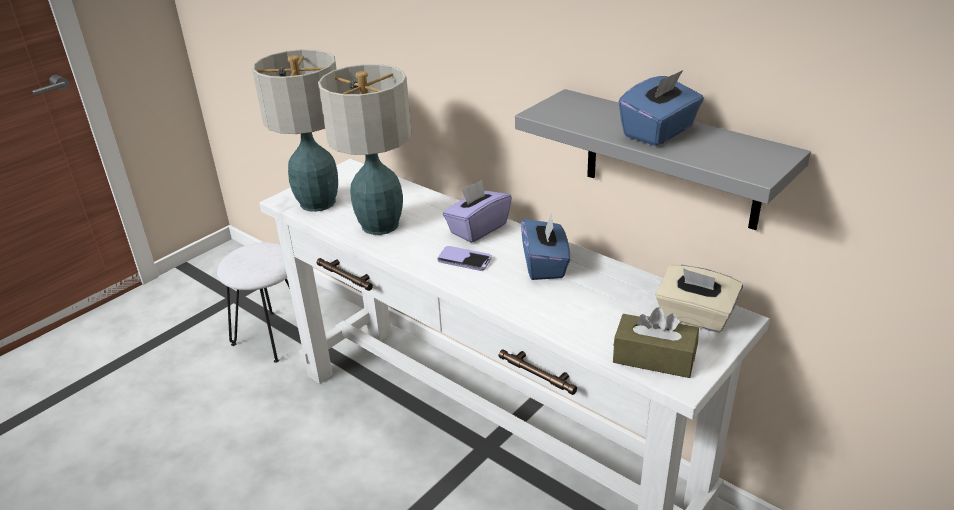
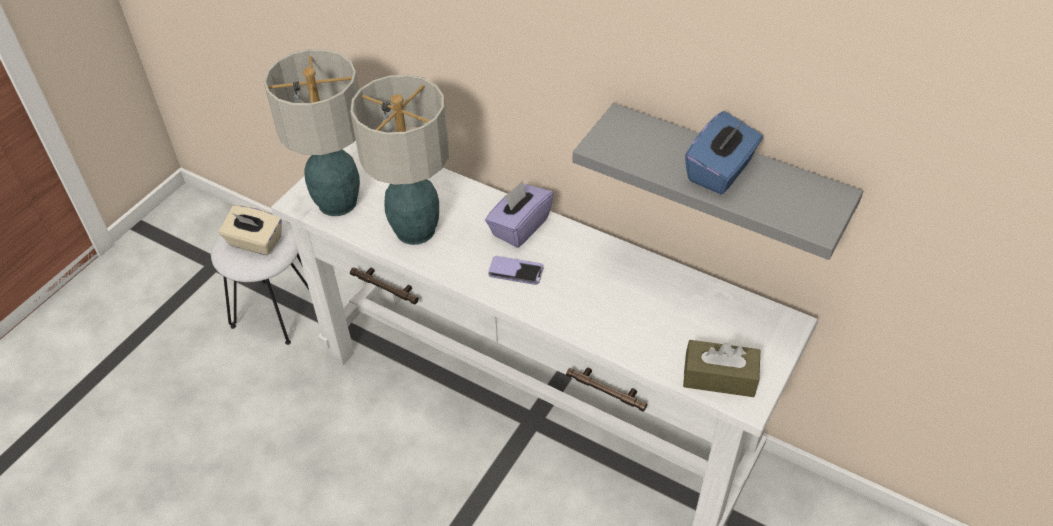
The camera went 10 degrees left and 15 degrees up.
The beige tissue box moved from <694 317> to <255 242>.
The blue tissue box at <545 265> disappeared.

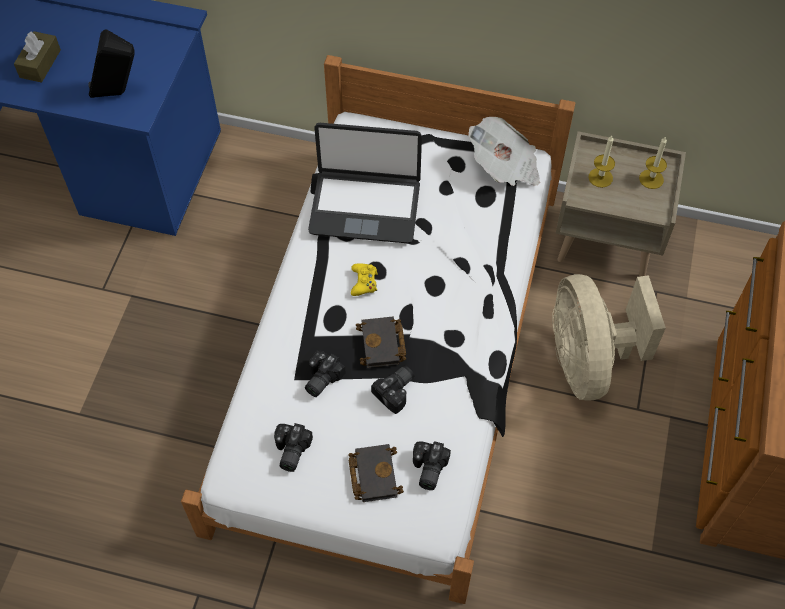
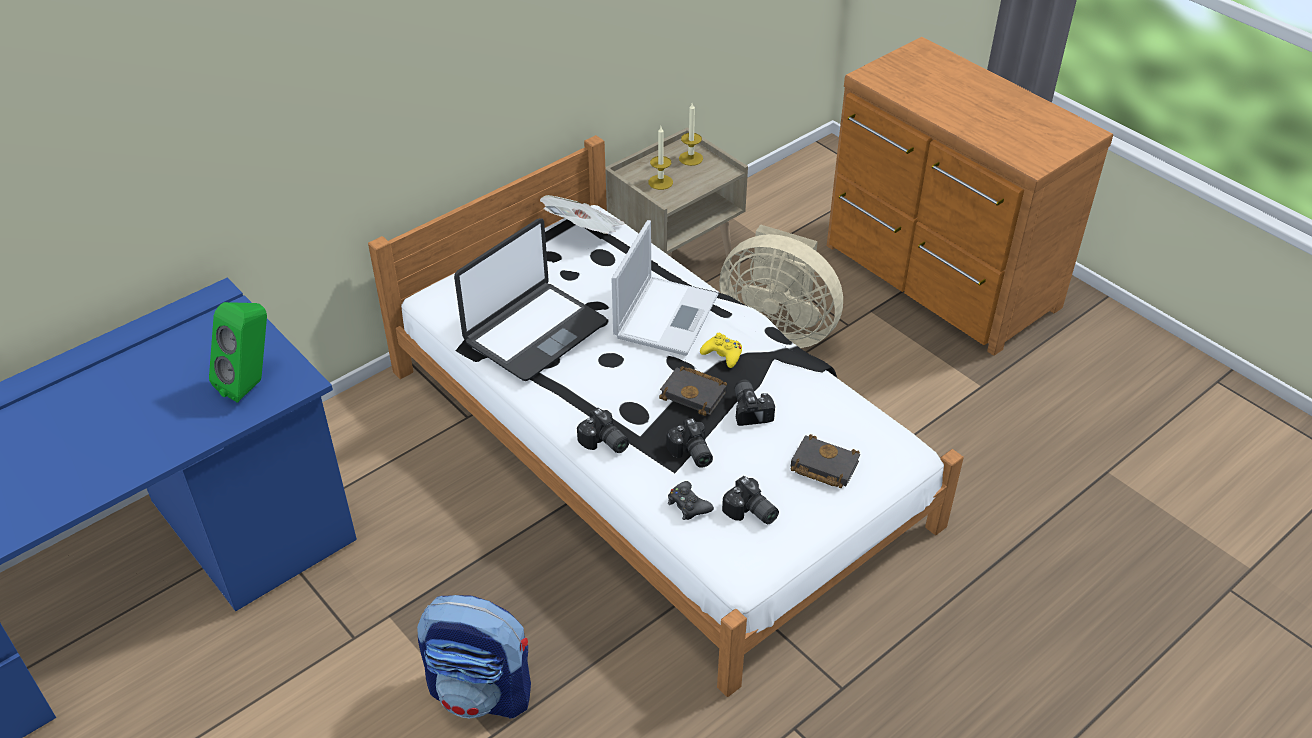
The camera went 55 degrees left and 15 degrees down.
The black speaker at <118 92> became the green speaker at <252 384>.
The backpack at <482 691> appeared.
The photo camera moved from <427 470> to <604 443>.
The laptop at <666 315> appeared.
The black game controller at <688 505> appeared.
The yellow game controller moved from <364 282> to <723 354>.
The brown tissue box at <40 63> disappeared.

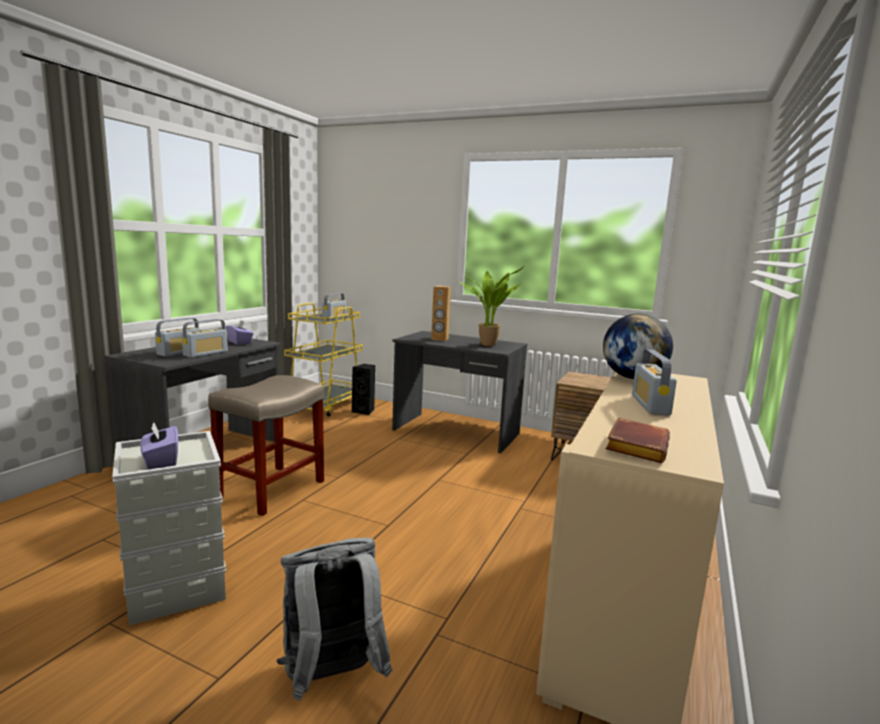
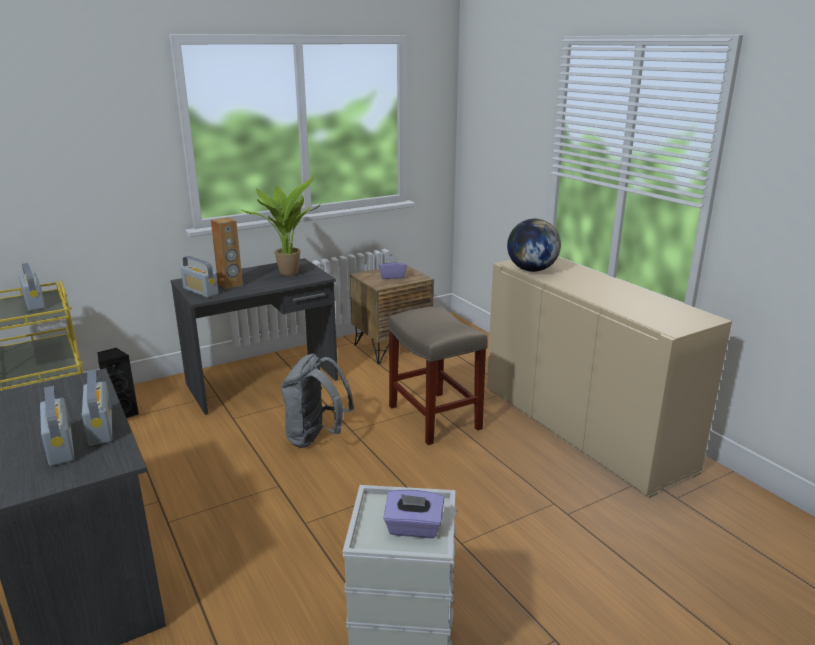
The camera went 55 degrees left and 10 degrees up.
The radio moved from <650 405> to <201 291>.
The grey backpack moved from <331 678> to <316 438>.
The purple tissue box moved from <240 342> to <392 276>.
The beige stool moved from <270 490> to <435 418>.
The brown book at <635 446> disappeared.

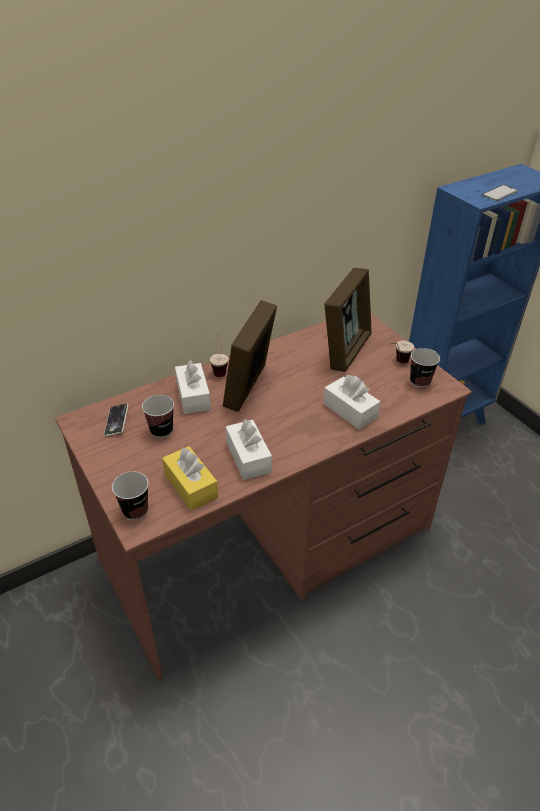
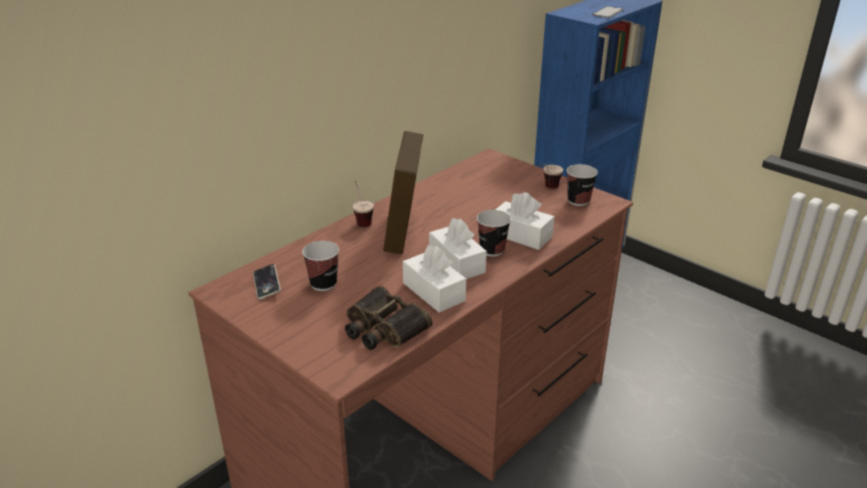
The camera went 15 degrees left and 10 degrees down.
The yellow tissue box at <191 486> was replaced by the binoculars at <382 328>.
The white tissue box moved from <193 396> to <456 263>.
The cup moved from <135 510> to <492 250>.
The picture frame at <346 350> disappeared.

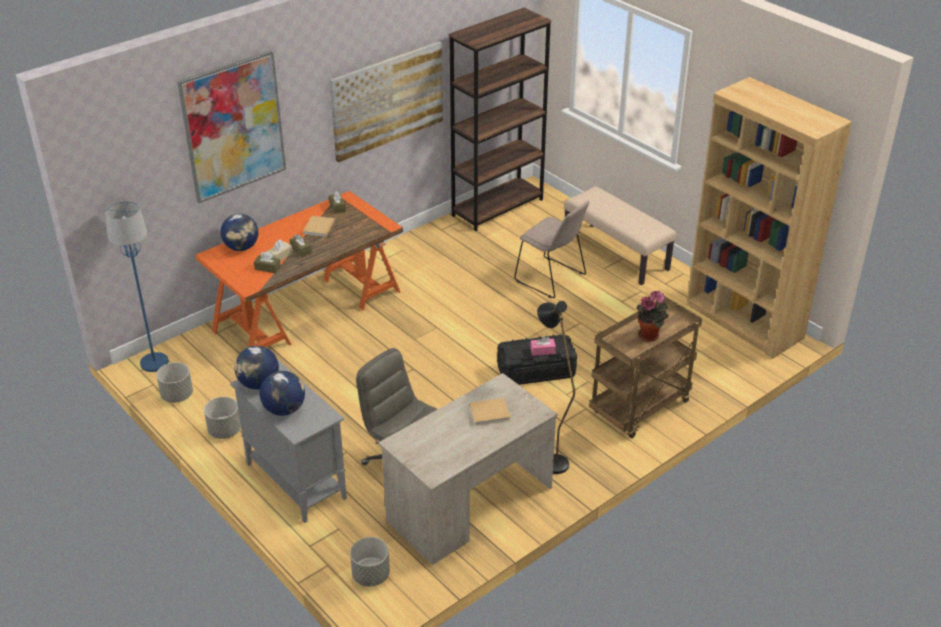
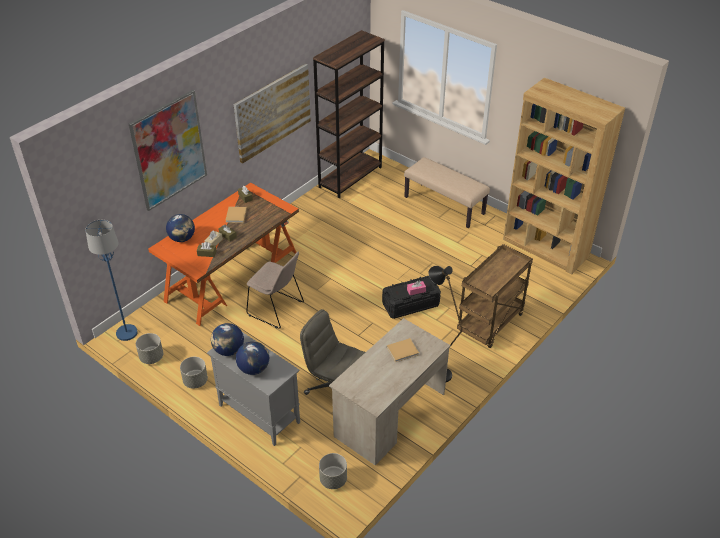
The camera went 10 degrees left and 5 degrees up.
The beige chair moved from <552 279> to <277 309>.
The potted plant at <650 335> disappeared.

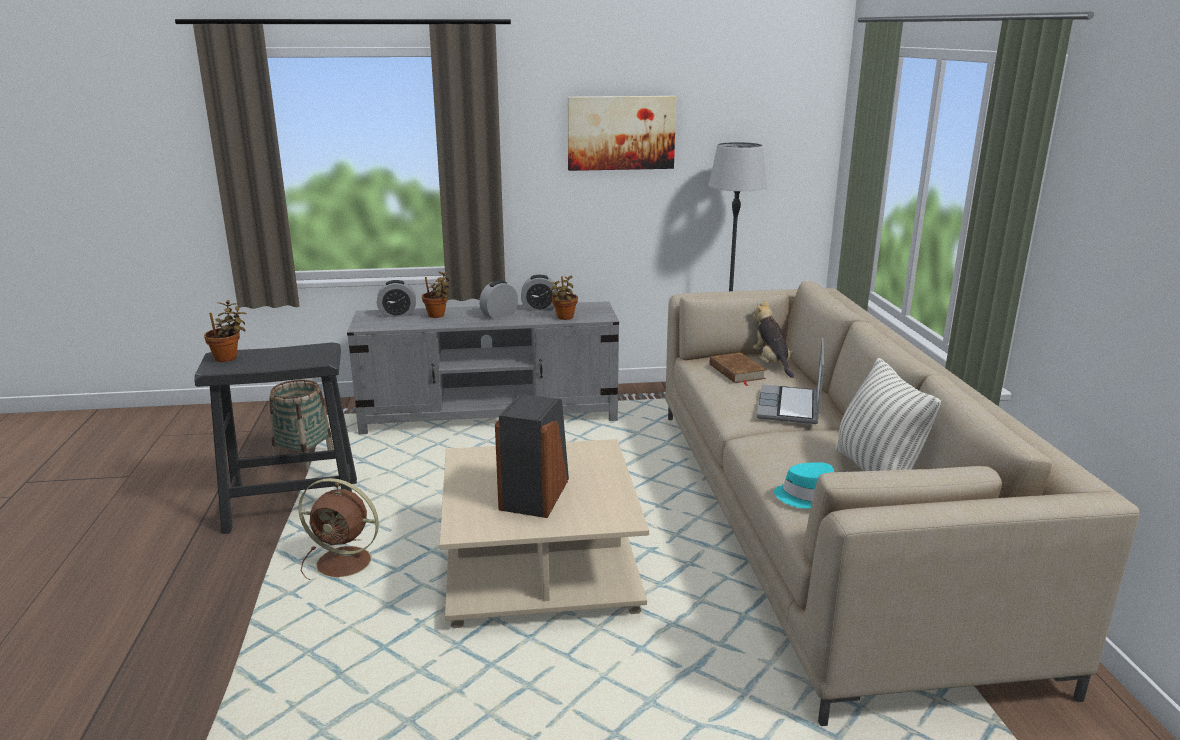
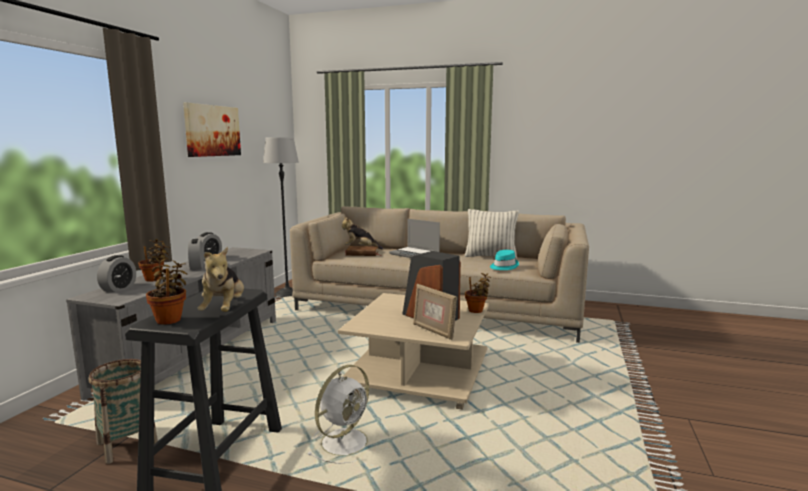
The camera went 65 degrees left and 10 degrees down.
The plush toy at <224 310> appeared.
The brown fan at <346 563> became the white fan at <346 441>.
The picture frame at <433 331> appeared.
The potted plant moved from <564 318> to <477 311>.

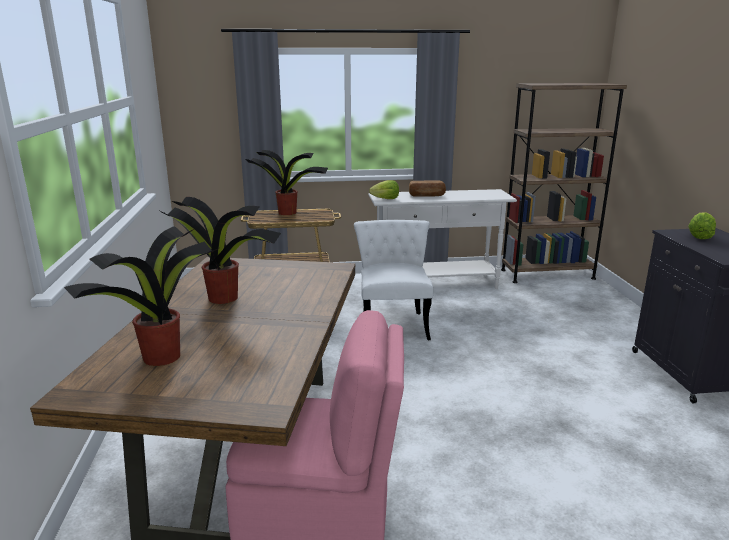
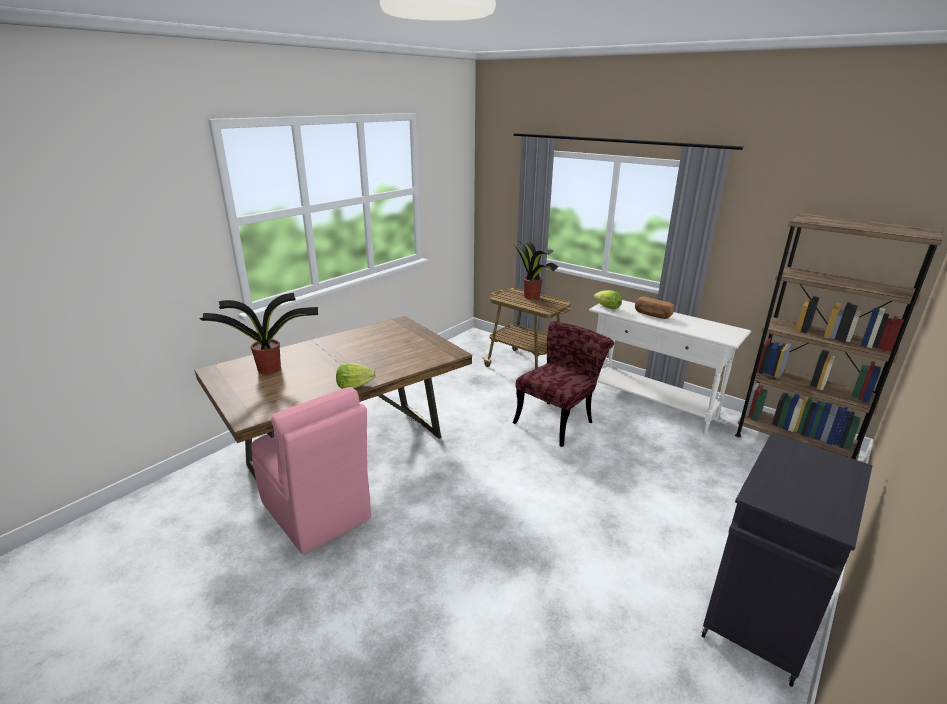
The camera went 45 degrees right and 5 degrees up.
The lettuce moved from <699 236> to <354 385>.
The white chair at <393 322> became the red chair at <558 419>.
The potted plant at <224 298> disappeared.

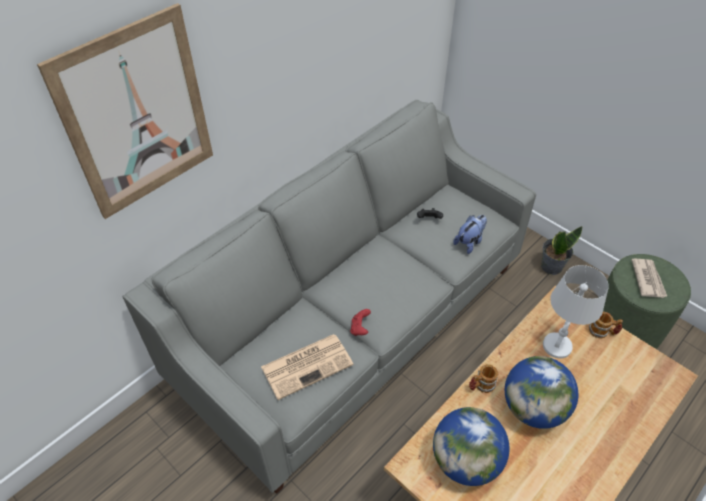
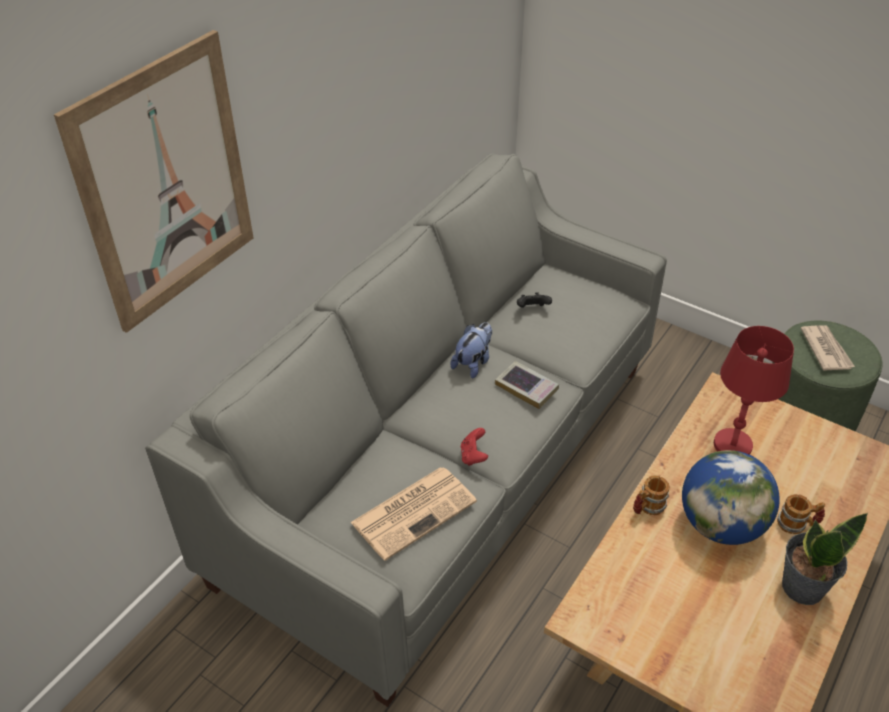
The camera went 10 degrees left and 5 degrees down.
The plush toy moved from <469 242> to <473 363>.
The book at <526 388> appeared.
The white table lamp at <557 346> became the red table lamp at <733 445>.
The mug moved from <602 332> to <797 524>.
The potted plant moved from <551 266> to <802 586>.
The globe at <465 460> disappeared.

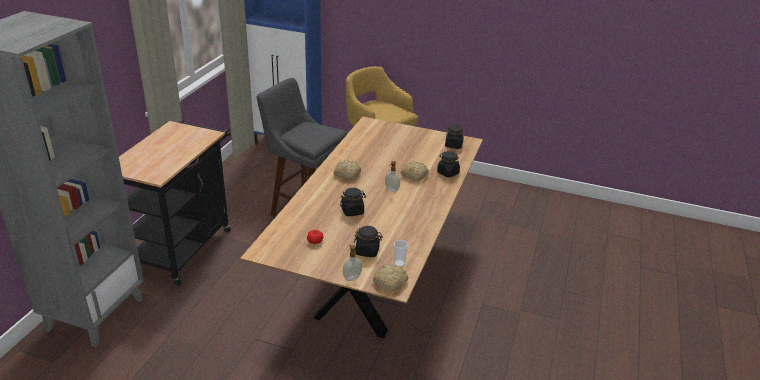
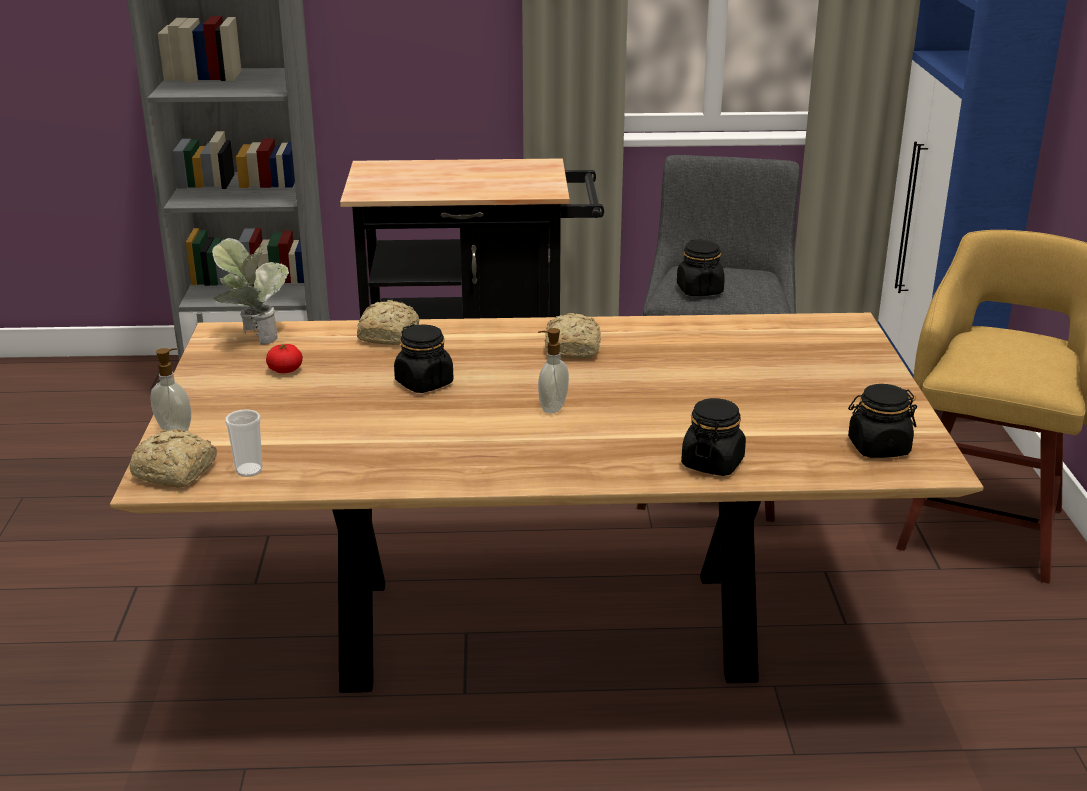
The camera went 70 degrees right and 5 degrees down.
The potted plant at <254 337> appeared.
The bread moved from <414 175> to <390 334>.
The black jar moved from <367 251> to <700 290>.

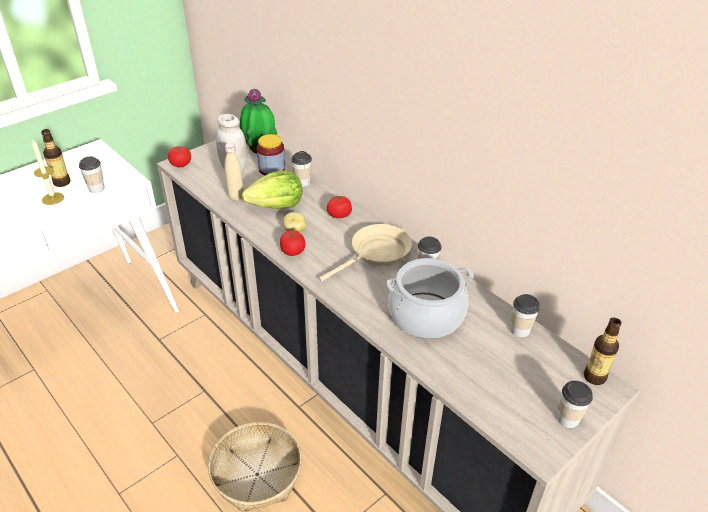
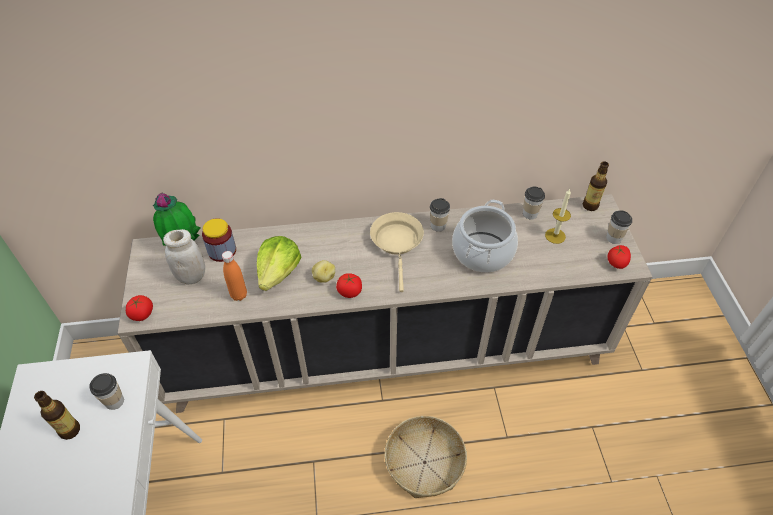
The camera went 55 degrees left and 10 degrees up.
The beige bottle at <236 197> became the orange bottle at <239 295>.
The candle moved from <53 198> to <555 236>.
The tomato moved from <339 215> to <616 263>.
The cup at <302 182> disappeared.

